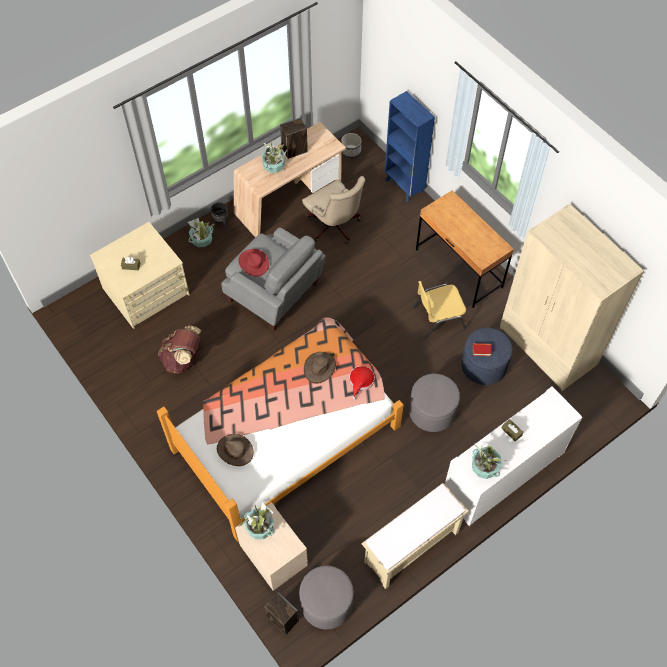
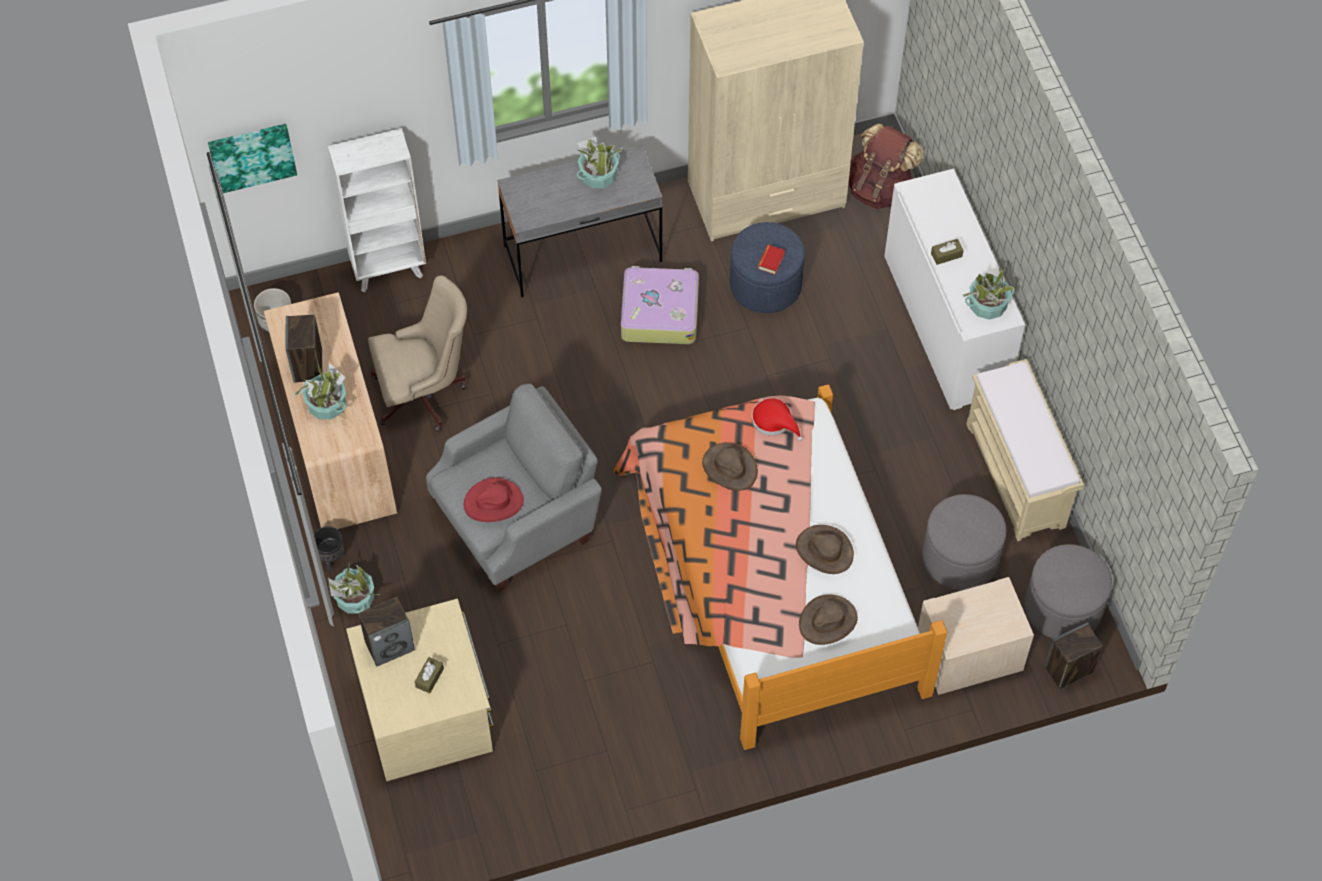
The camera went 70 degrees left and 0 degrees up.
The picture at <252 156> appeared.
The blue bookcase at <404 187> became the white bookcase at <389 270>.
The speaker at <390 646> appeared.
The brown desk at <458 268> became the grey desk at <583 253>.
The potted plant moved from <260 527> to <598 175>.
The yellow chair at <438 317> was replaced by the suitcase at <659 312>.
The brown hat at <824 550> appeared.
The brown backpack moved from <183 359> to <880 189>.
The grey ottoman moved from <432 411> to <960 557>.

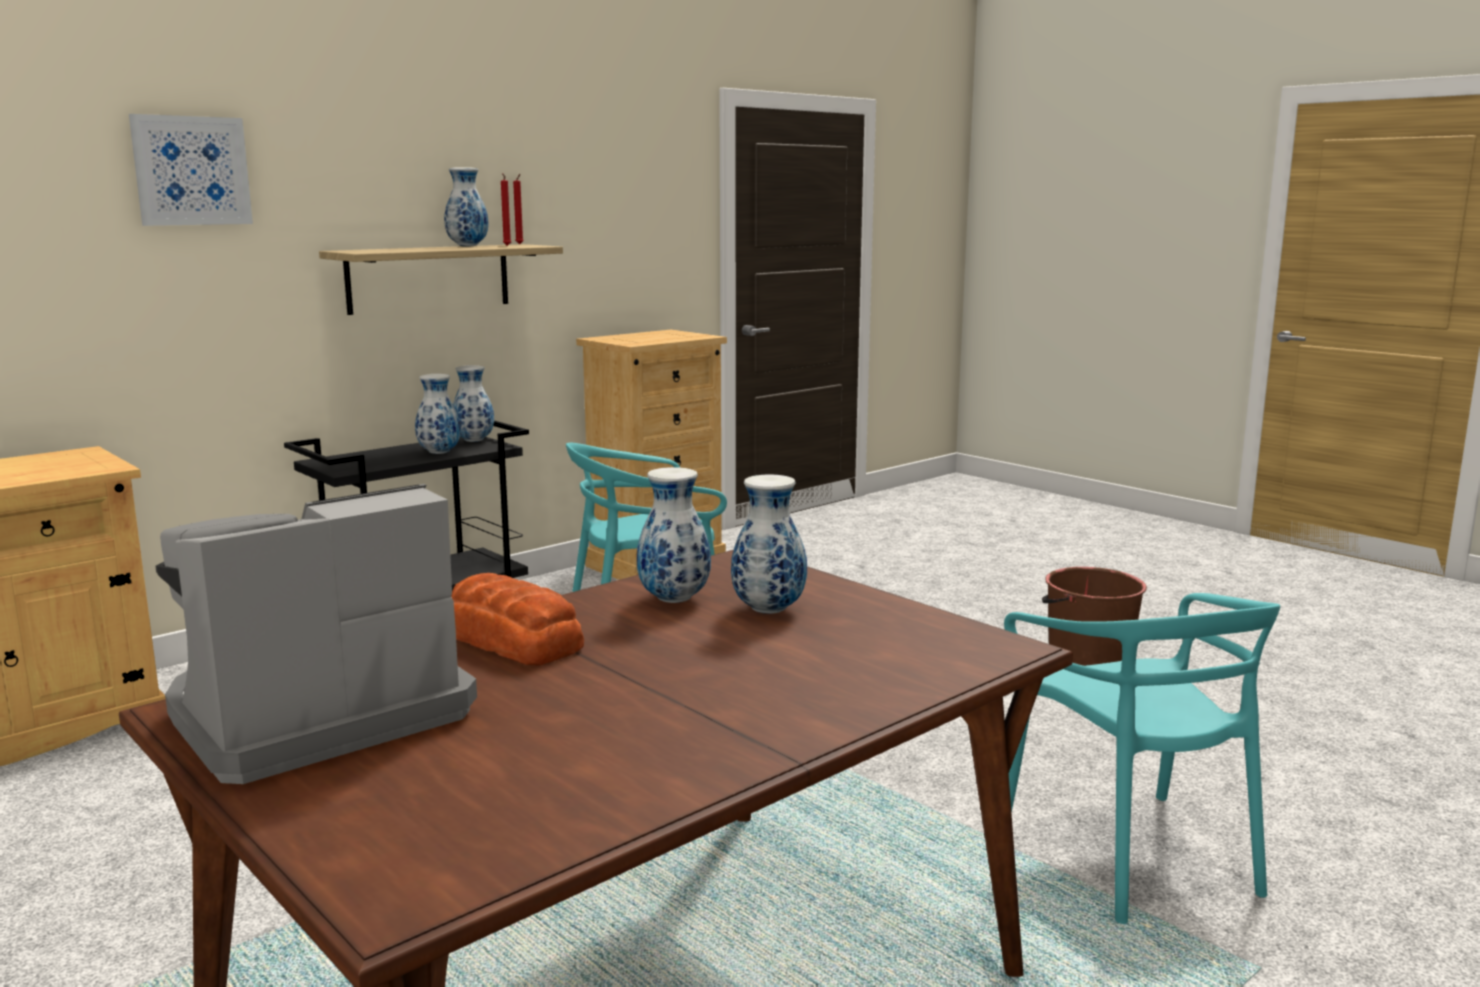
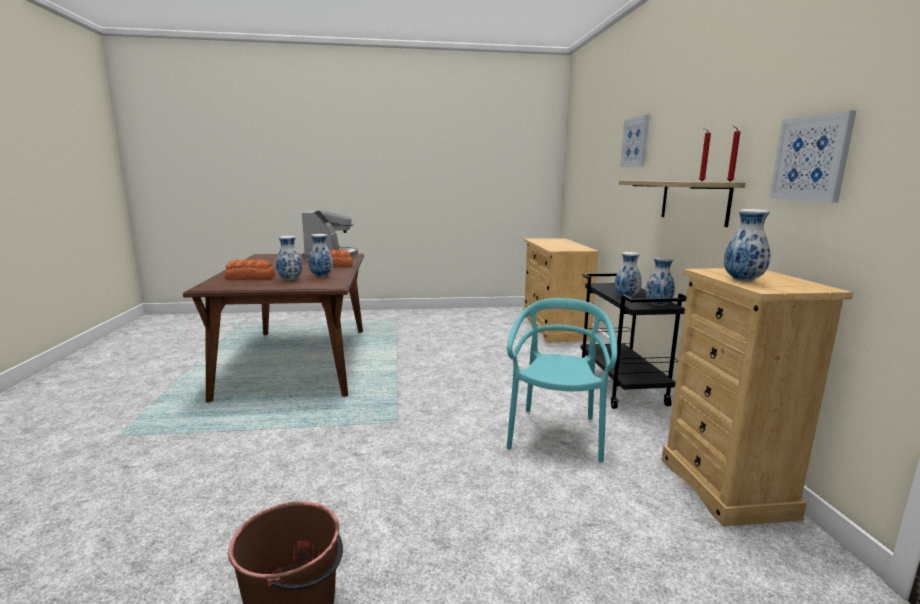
The camera went 125 degrees right and 0 degrees up.
The bread at <251 278> appeared.
The vase moved from <467 246> to <744 280>.
The picture at <811 159> appeared.
The turquoise chair at <1131 854> disappeared.

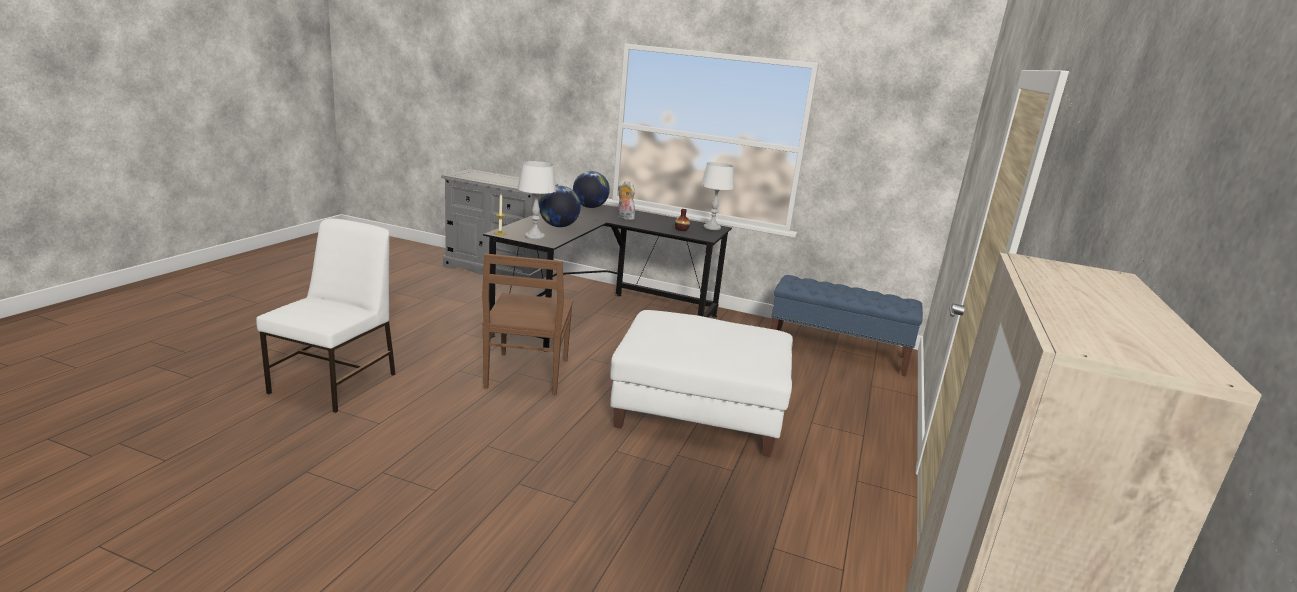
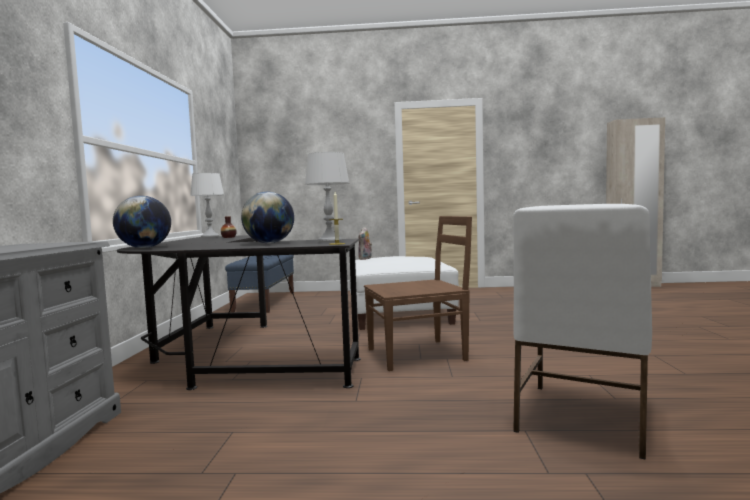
The camera went 105 degrees left and 15 degrees down.
The plush toy moved from <624 217> to <365 259>.
The white chair at <336 382> turned 60 degrees counterclockwise.

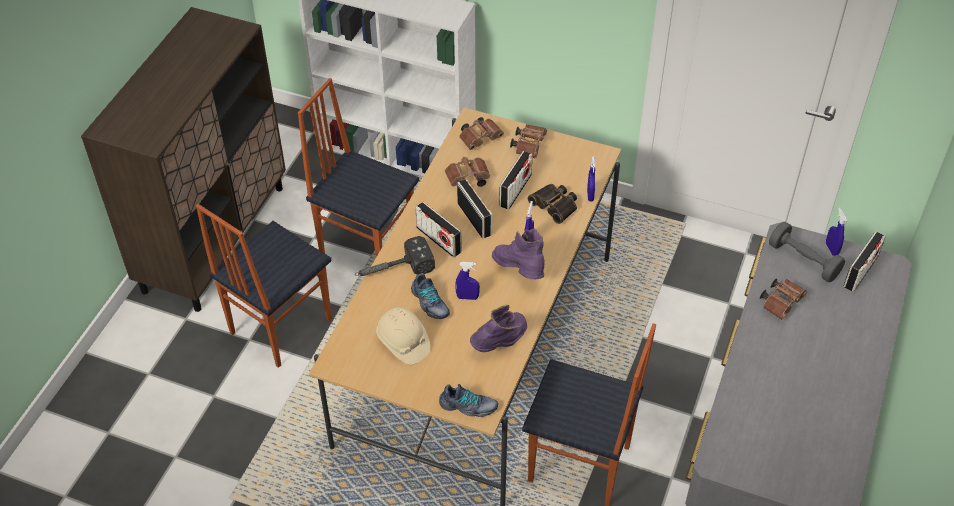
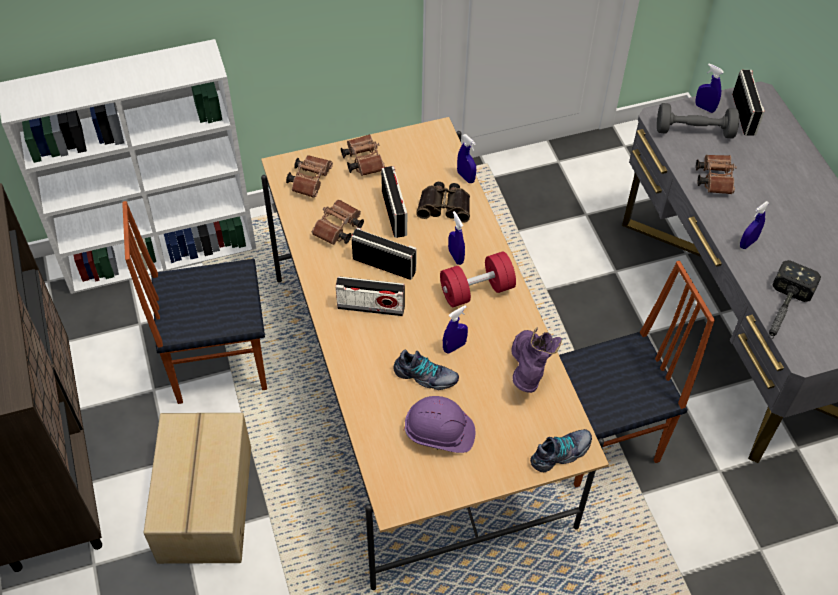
The camera went 40 degrees left and 5 degrees up.
The chair at <279 326> was replaced by the cardboard box at <203 504>.
The beige hard hat at <403 342> became the purple hard hat at <439 433>.
The purple boot at <520 271> was replaced by the red dumbbell at <476 290>.
The blue spray bottle at <748 243> appeared.
The hammer moved from <393 270> to <782 311>.

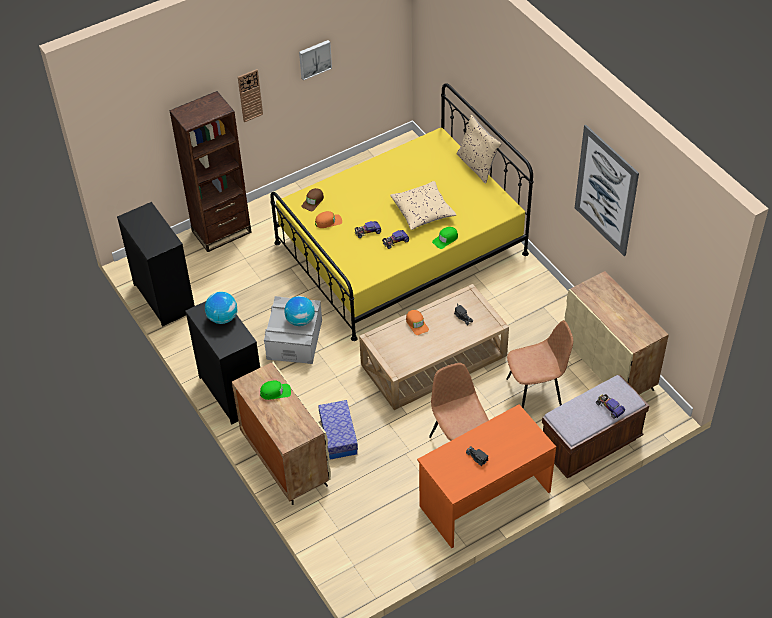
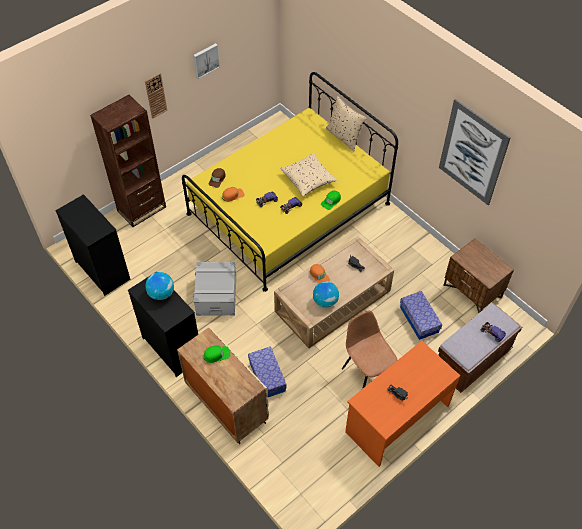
The camera went 10 degrees left and 5 degrees up.
The globe moved from <300 320> to <325 301>.
The brown chair at <535 392> was replaced by the storage box at <419 319>.
The beige cabinet at <609 367> was replaced by the brown nightstand at <472 292>.

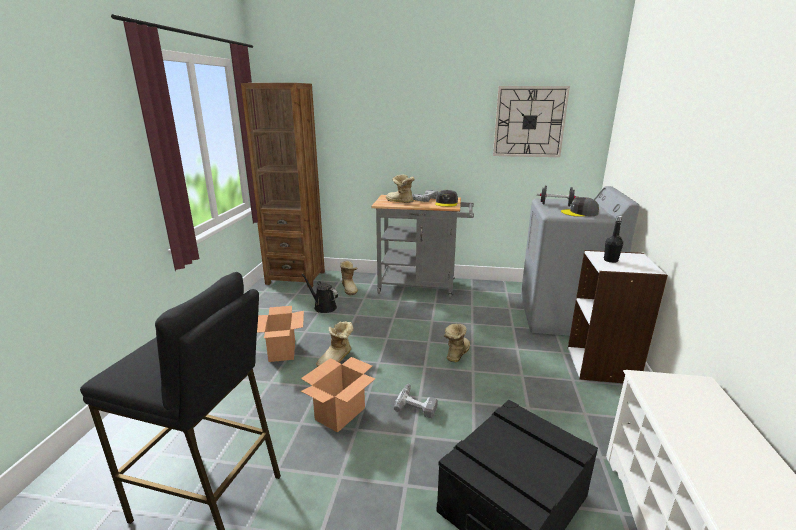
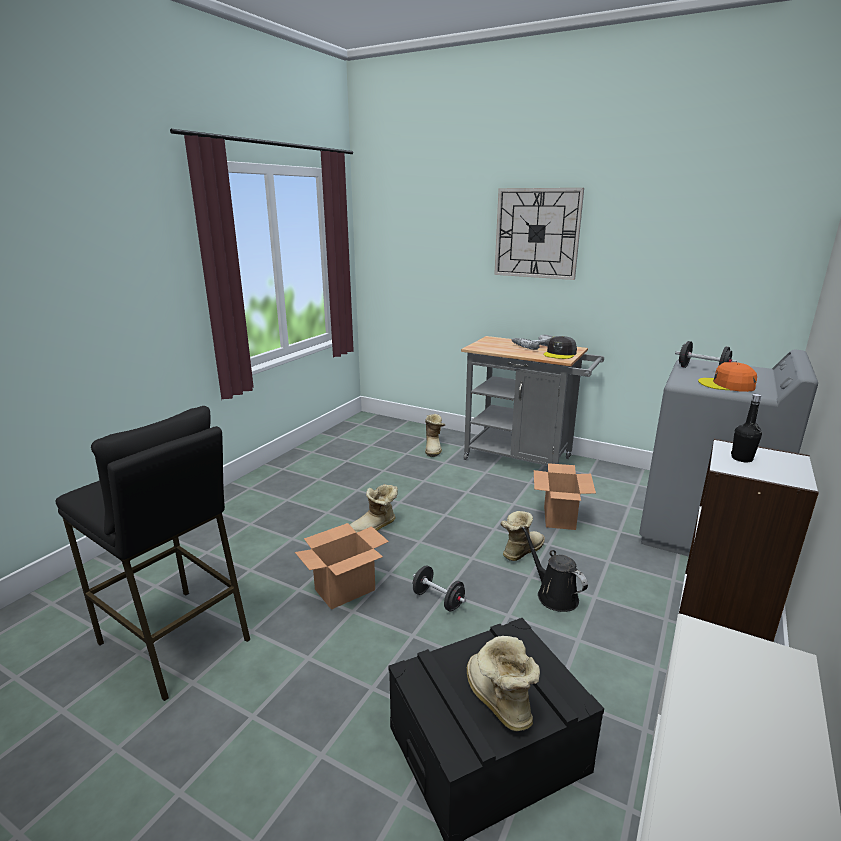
The camera went 20 degrees right and 0 degrees up.
The power drill at <417 403> was replaced by the black dumbbell at <438 600>.
The boot moved from <399 202> to <497 701>.
The wall clock moved from <529 122> to <537 233>.
The black watering can moved from <323 307> to <554 595>.
The cardboard box moved from <282 351> to <559 518>.
The grey cap at <579 213> became the orange cap at <727 385>.
The brown bookcase at <296 278> disappeared.

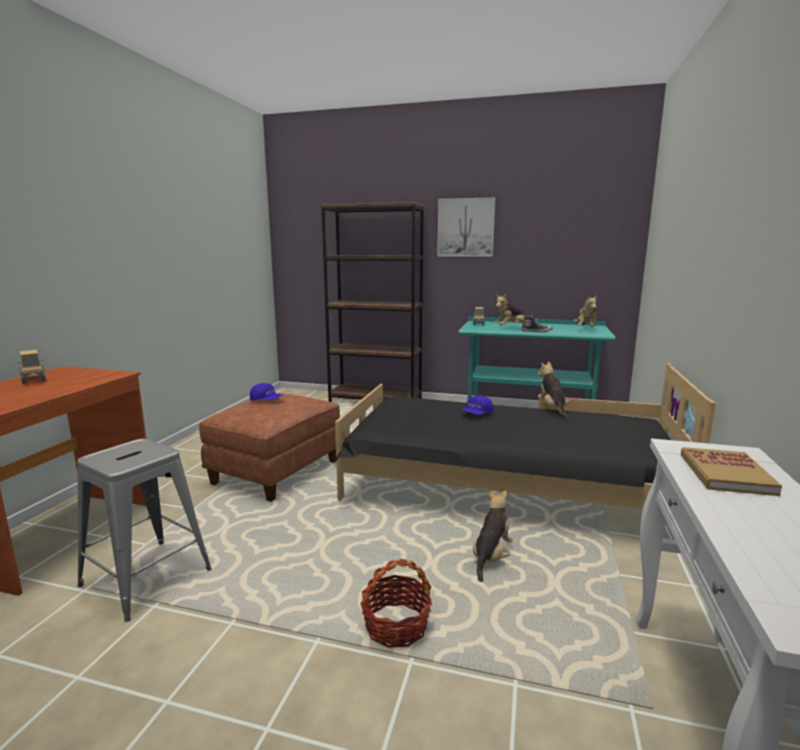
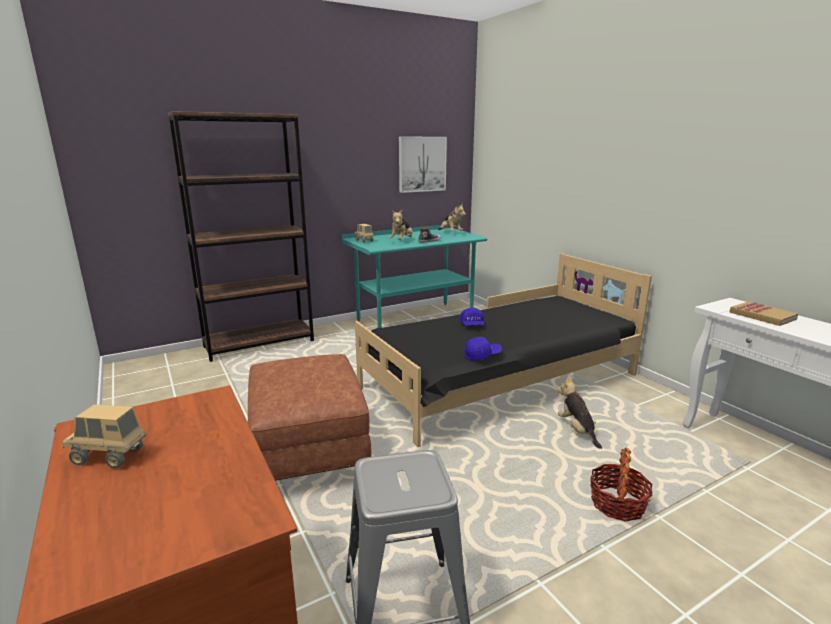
The camera went 45 degrees left and 5 degrees up.
The picture moved from <466 227> to <422 164>.
The blue cap moved from <267 400> to <482 355>.
The plush toy at <552 409> disappeared.

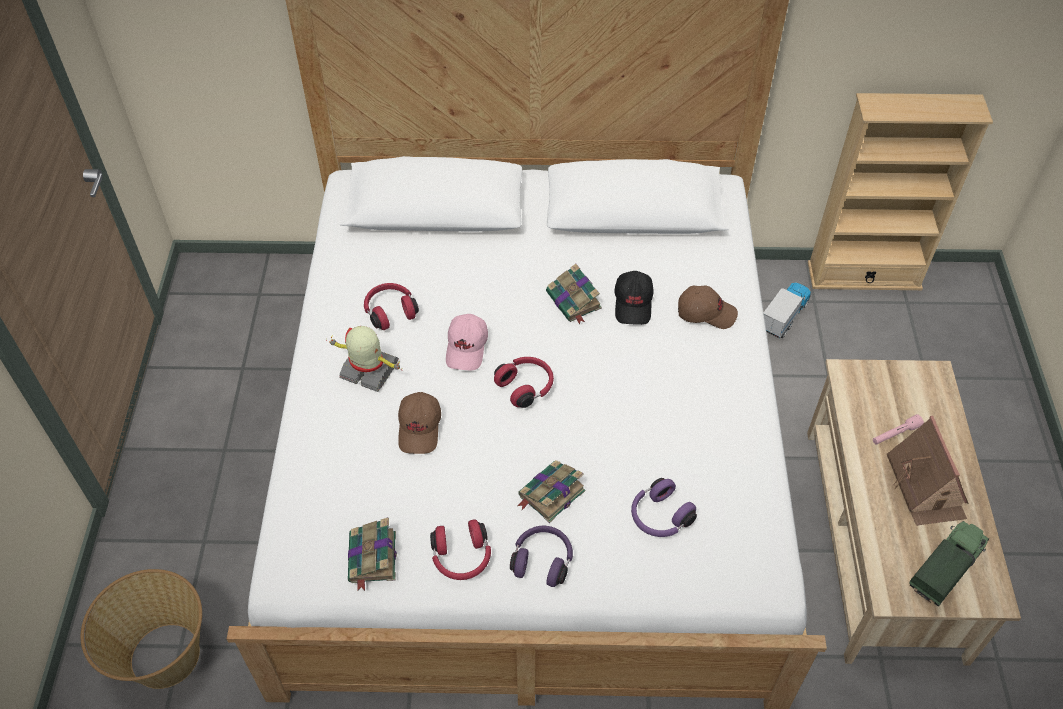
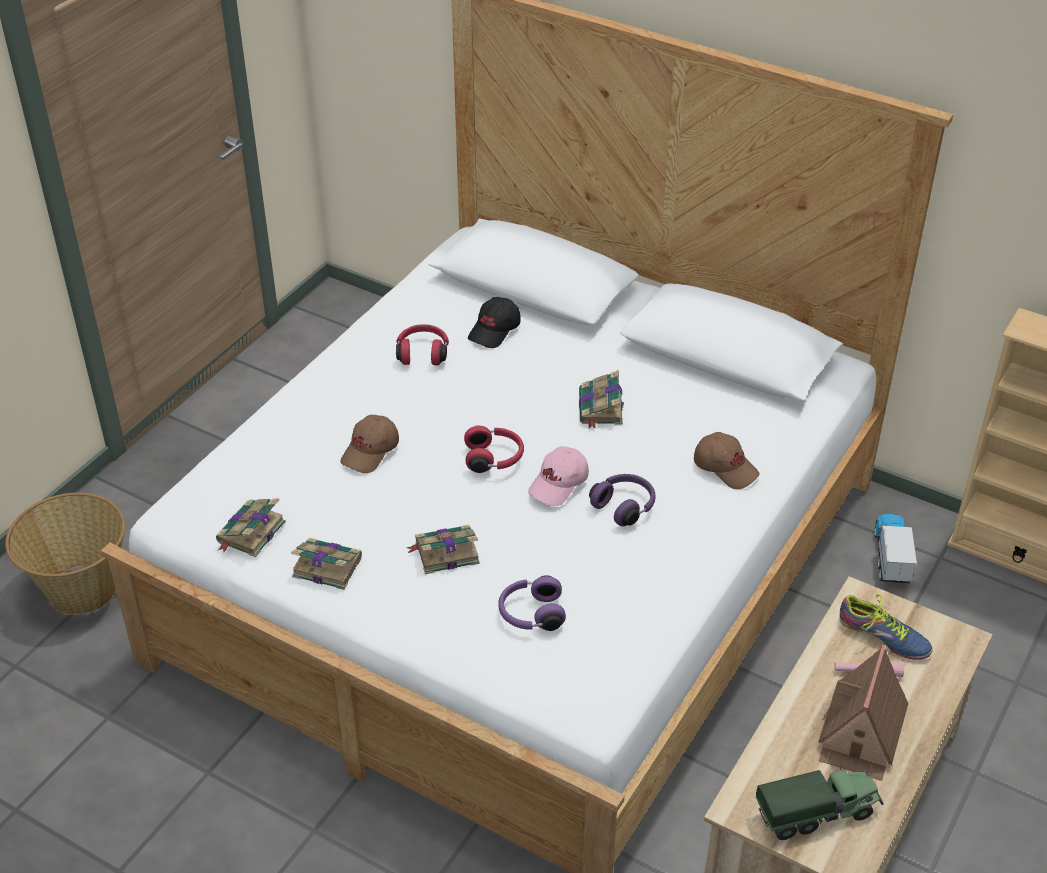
The camera went 30 degrees right and 10 degrees down.
The red headphones at <462 558> was replaced by the book at <325 566>.
The black cap moved from <633 304> to <495 330>.
The pink cap moved from <467 348> to <559 484>.
The purple headphones moved from <542 560> to <624 506>.
The shoe at <883 636> appeared.
The toy truck at <784 317> turned 60 degrees counterclockwise.
The toy robot at <369 371> disappeared.

